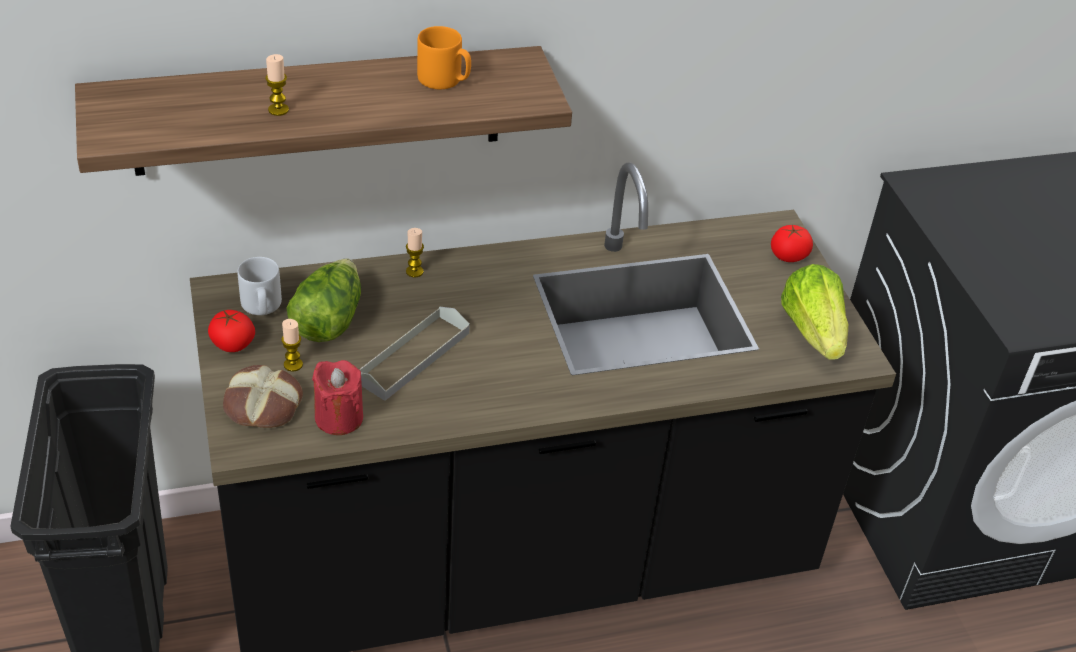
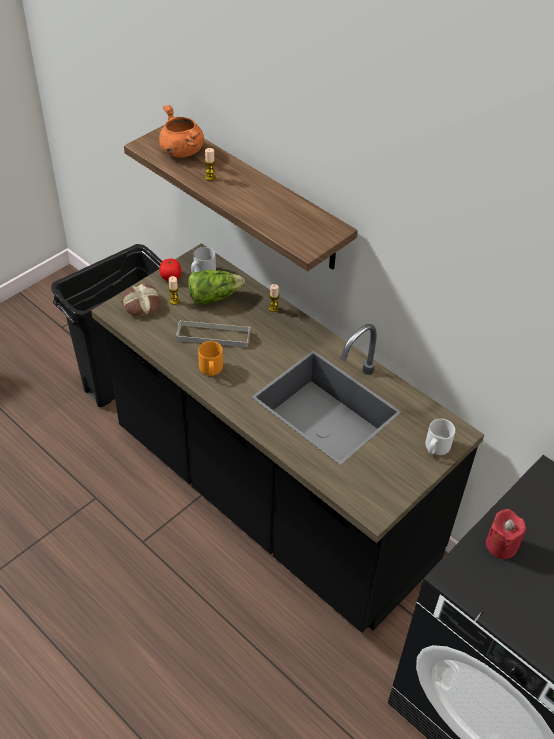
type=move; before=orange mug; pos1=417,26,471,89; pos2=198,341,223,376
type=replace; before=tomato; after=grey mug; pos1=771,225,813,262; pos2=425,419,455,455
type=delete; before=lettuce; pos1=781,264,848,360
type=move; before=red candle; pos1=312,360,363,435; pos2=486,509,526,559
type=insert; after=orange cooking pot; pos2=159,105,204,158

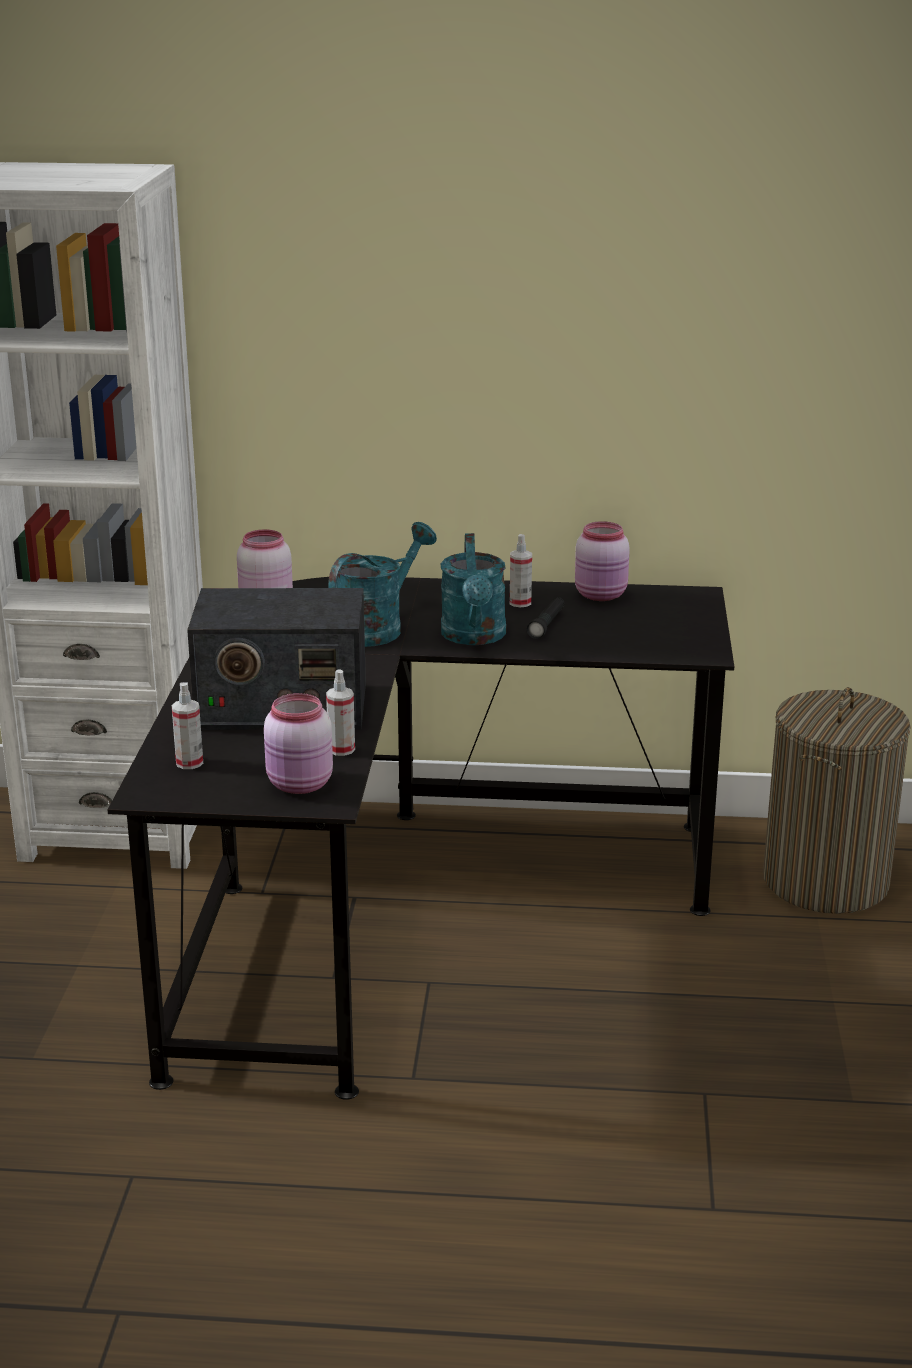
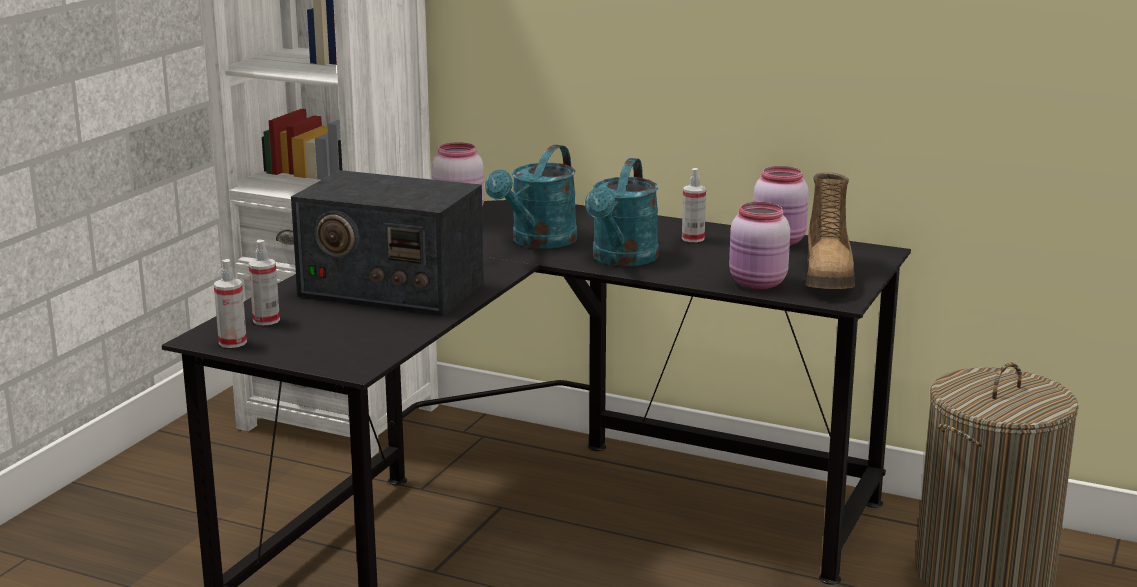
type=rotate; before=turquoise watering can; pos1=328,522,437,647; pos2=485,145,577,249; turn=150
type=delete; before=black flashlight; pos1=527,597,565,639
type=move; before=spray bottle; pos1=326,669,355,756; pos2=214,259,247,348
type=move; before=pink jar; pos1=264,693,333,794; pos2=729,202,790,289
type=insert; after=boot; pos2=805,172,855,289

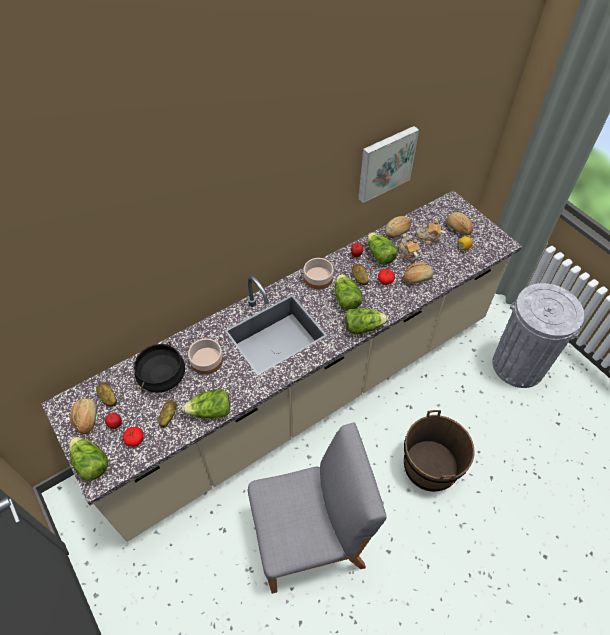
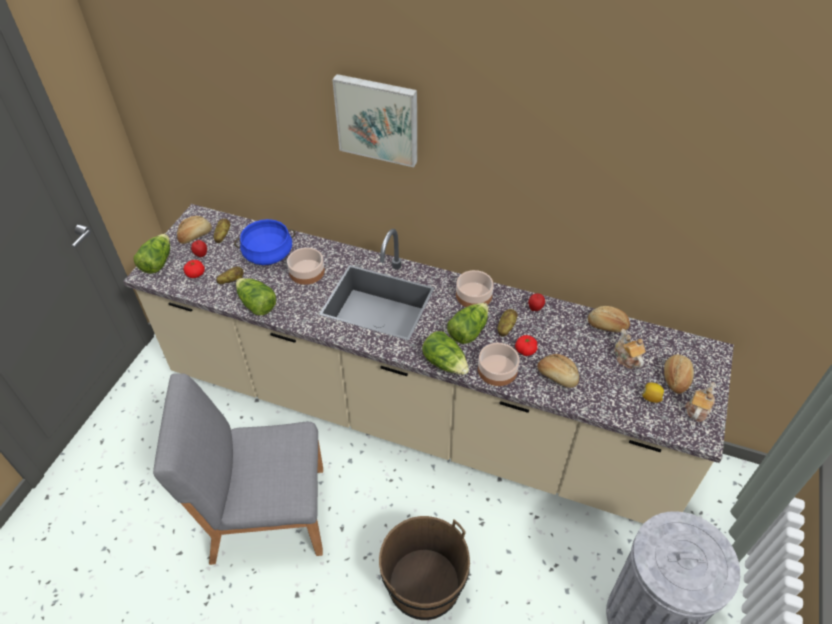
type=move; before=picture; pos1=358,126,419,203; pos2=332,74,417,167
type=delete; before=lettuce; pos1=368,233,398,265
type=move; before=teapot; pos1=399,233,420,262; pos2=685,382,716,422
type=recolor; before=black cooking pot; after=blue cooking pot; pos1=134,342,185,393; pos2=234,219,296,265
type=rotate; before=grey chair; pos1=248,423,387,594; pos2=153,374,323,565; turn=135
type=insert; after=bowl; pos2=478,343,520,386

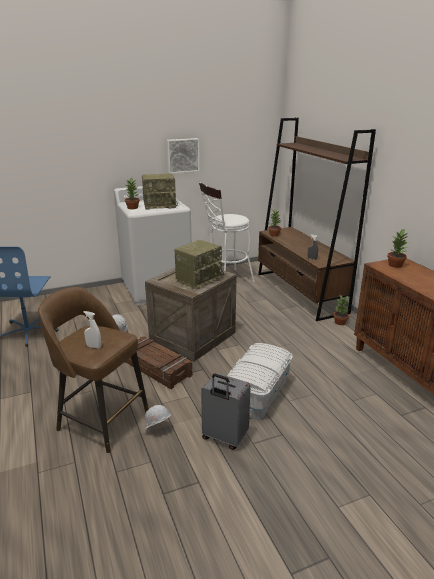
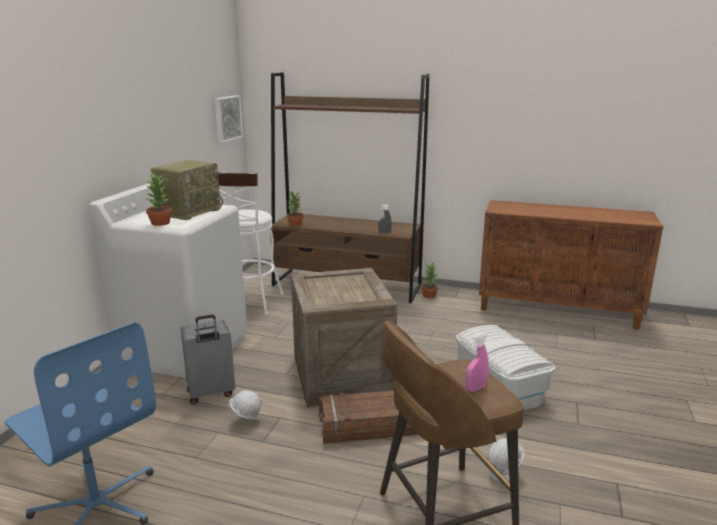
type=move; before=picture; pos1=167,138,199,174; pos2=214,95,243,143
type=delete; before=potted plant; pos1=387,228,409,268
type=delete; before=radio; pos1=174,240,224,289
type=recolor; before=white spray bottle; after=pink spray bottle; pos1=83,311,101,348; pos2=466,333,489,392
type=move; before=grey suitcase; pos1=201,373,251,450; pos2=181,314,235,405

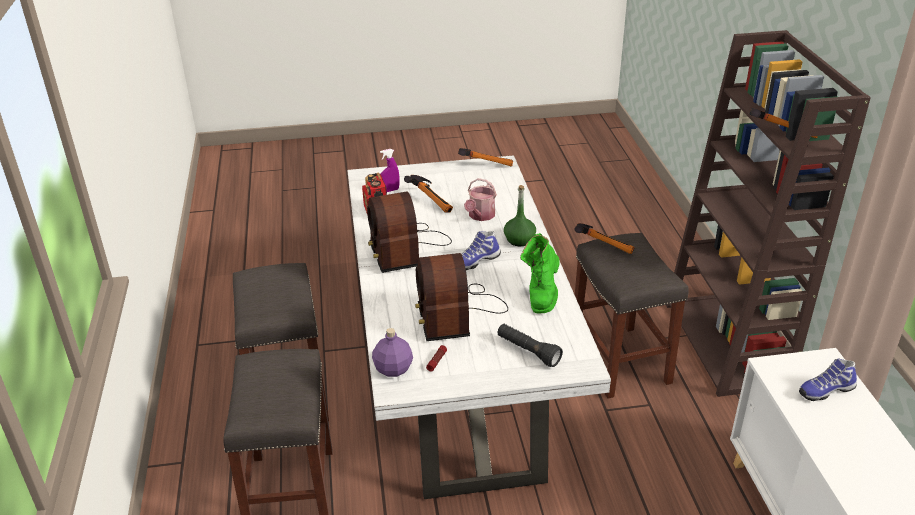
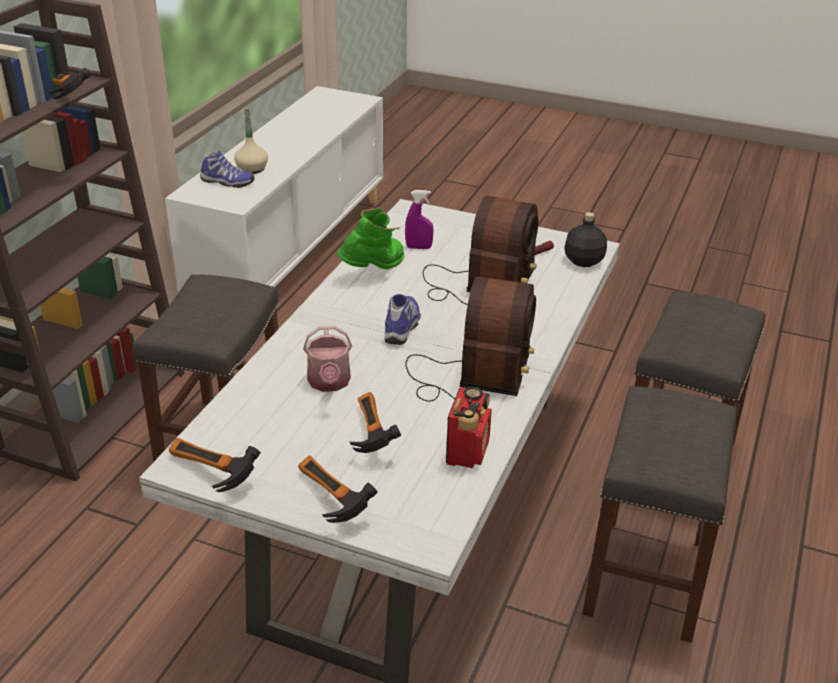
type=move; before=purple spray bottle; pos1=380,149,399,192; pos2=405,190,434,249
type=rotate; before=watering can; pos1=464,178,497,221; pos2=303,326,352,392; turn=120
type=delete; before=green bottle; pos1=504,185,536,246
type=move; before=hammer; pos1=574,223,635,254; pos2=298,456,378,523
type=rotate; before=shoe; pos1=461,231,501,270; pos2=385,294,421,345; turn=-75
type=delete; before=black flashlight; pos1=498,324,563,367
type=recolor; before=purple bottle; after=black bottle; pos1=372,328,413,377; pos2=564,212,607,267
type=insert; after=beige bottle; pos2=234,108,268,174

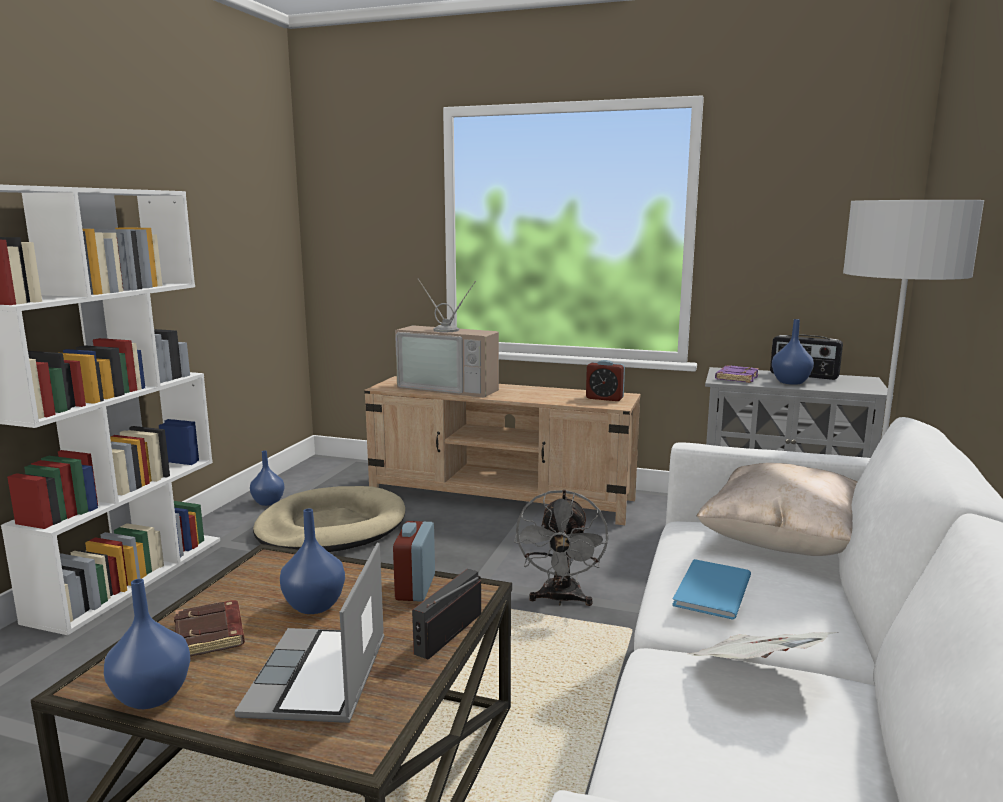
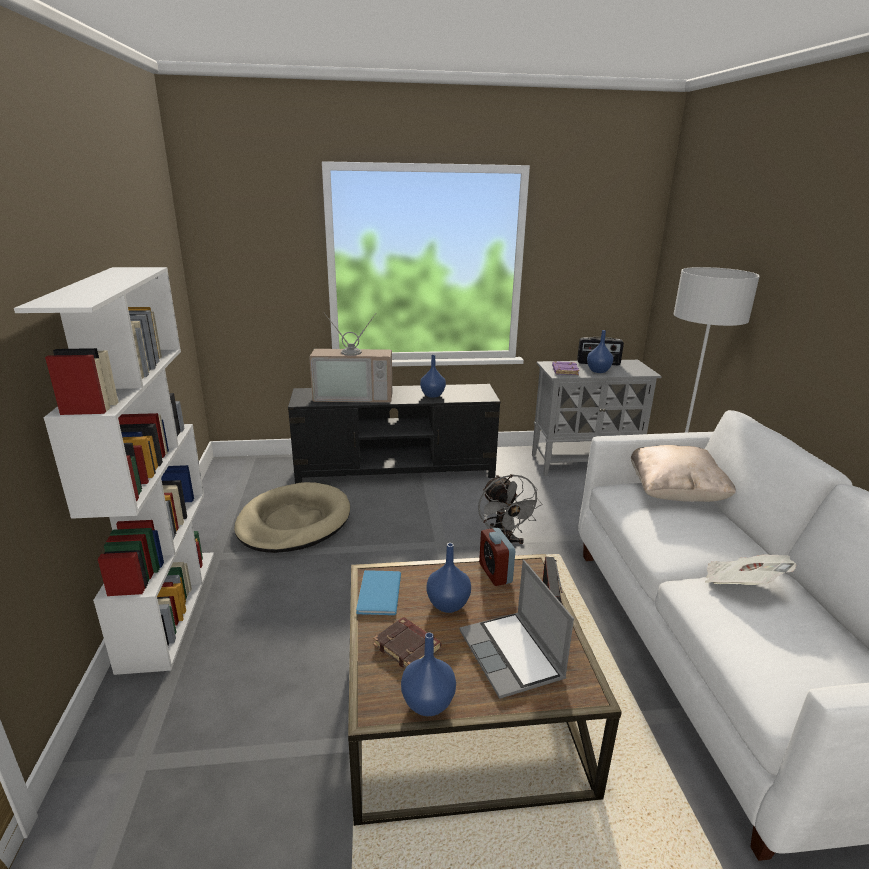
type=delete; before=alarm clock; pos1=586,360,625,401
type=recolor; before=beige tv stand; after=black tv stand; pos1=364,376,640,525; pos2=288,384,500,484
type=move; before=blue vase; pos1=250,451,284,506; pos2=420,355,446,398
type=move; before=blue book; pos1=672,559,751,620; pos2=356,570,401,615

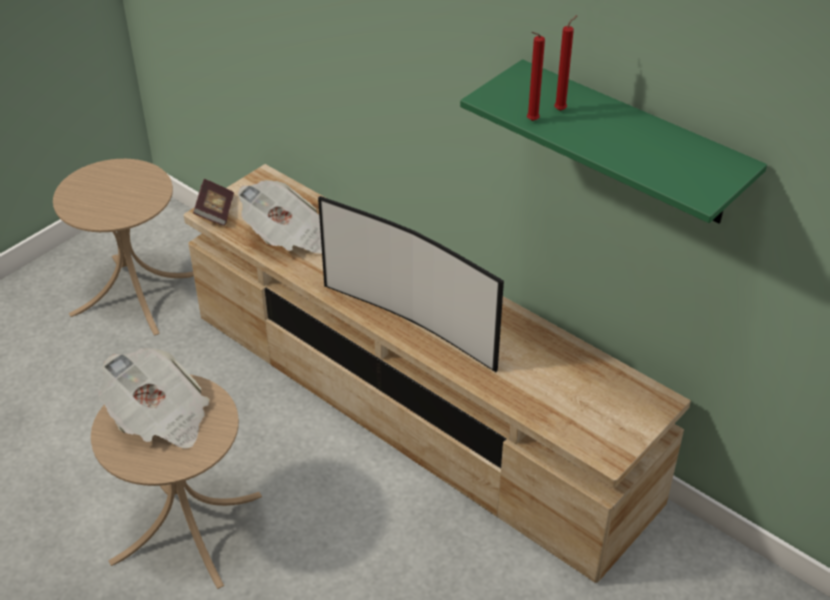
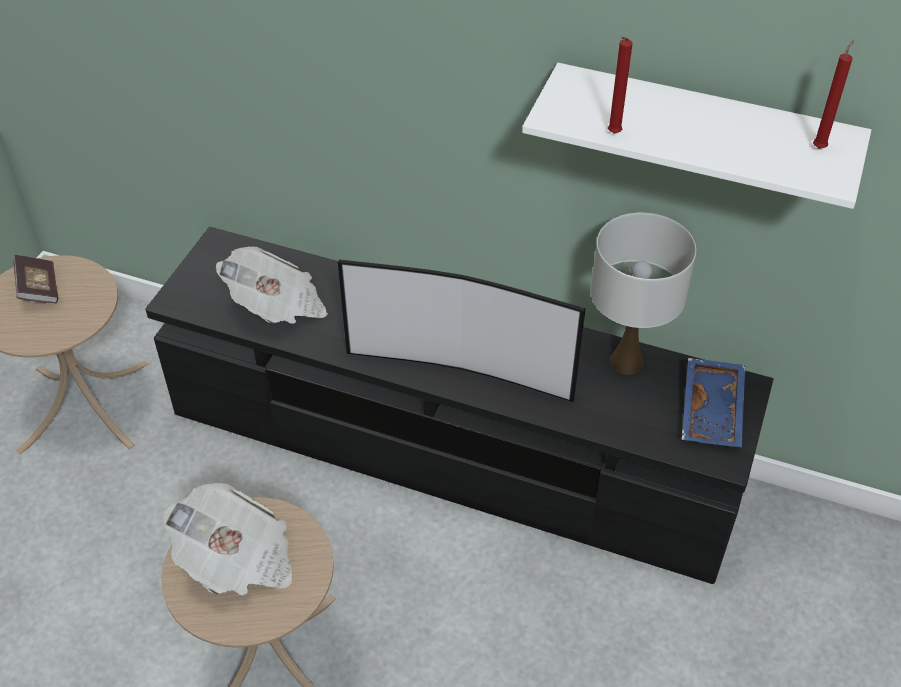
type=move; before=red candle; pos1=554,15,578,111; pos2=813,40,854,149
type=recolor; before=green shelf; after=white shelf; pos1=460,59,767,223; pos2=522,63,871,209
type=recolor; before=beige tv stand; after=black tv stand; pos1=184,164,691,583; pos2=146,227,774,584
type=move; before=book; pos1=193,179,234,226; pos2=13,255,58,303
type=insert; after=white table lamp; pos2=591,213,696,375
type=insert; after=blue tray; pos2=682,358,746,447

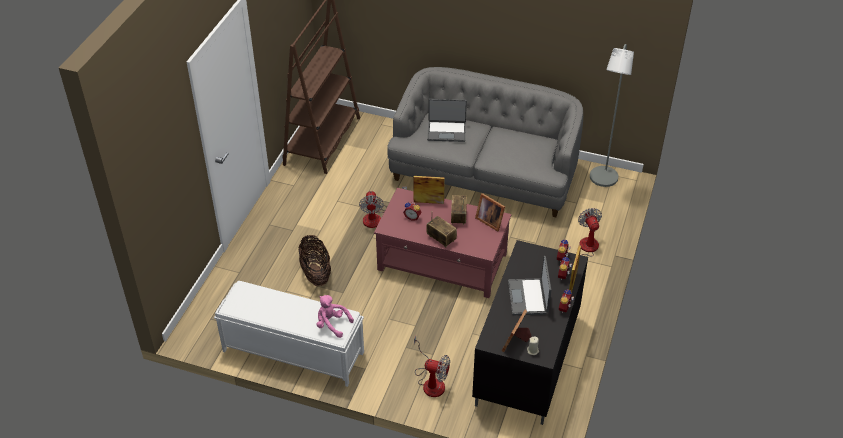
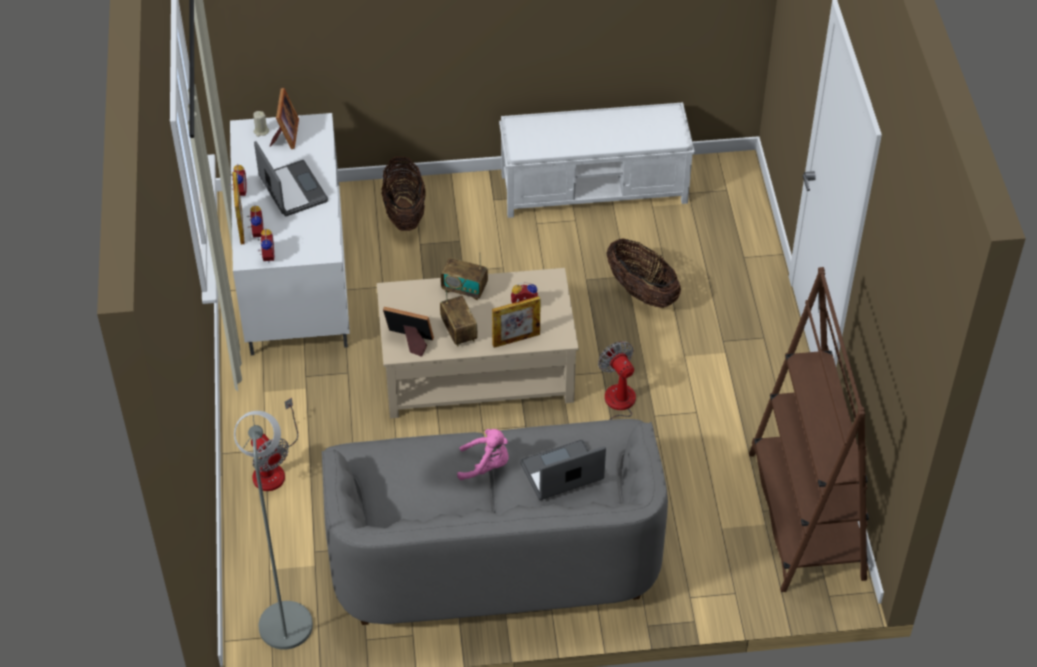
type=recolor; before=red coffee table; after=beige coffee table; pos1=374,188,512,298; pos2=377,268,579,418
type=recolor; before=black tv stand; after=white tv stand; pos1=472,240,588,425; pos2=230,113,350,355
type=move; before=pink plush toy; pos1=316,295,354,338; pos2=457,429,509,480
type=replace; before=fan; after=basket; pos1=414,336,450,397; pos2=381,157,426,231

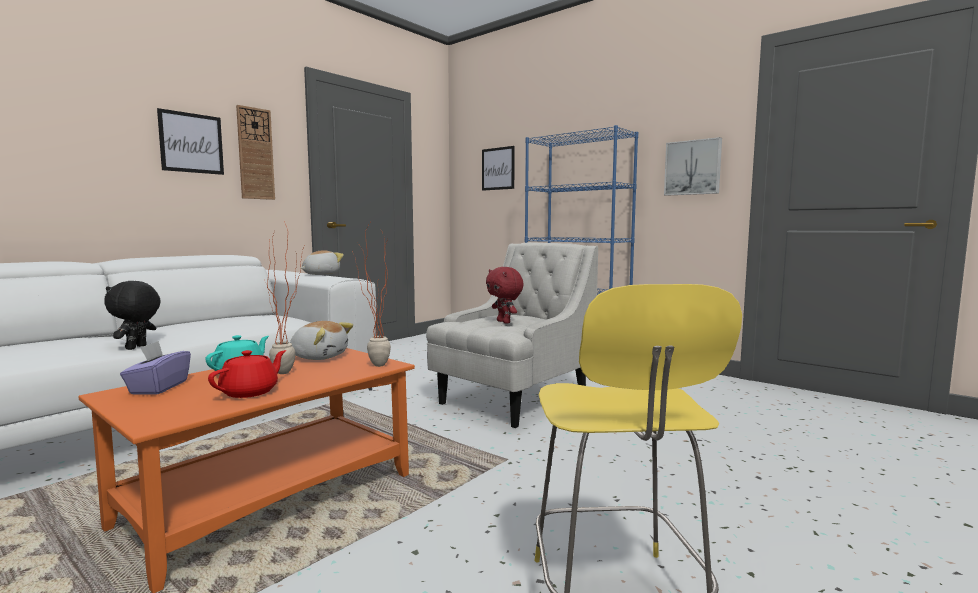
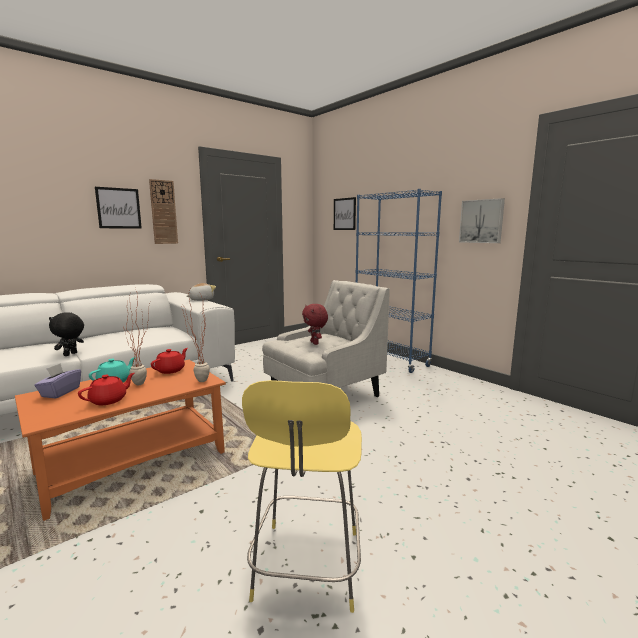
type=replace; before=plush toy; after=red teapot; pos1=290,321,353,360; pos2=151,348,188,374

